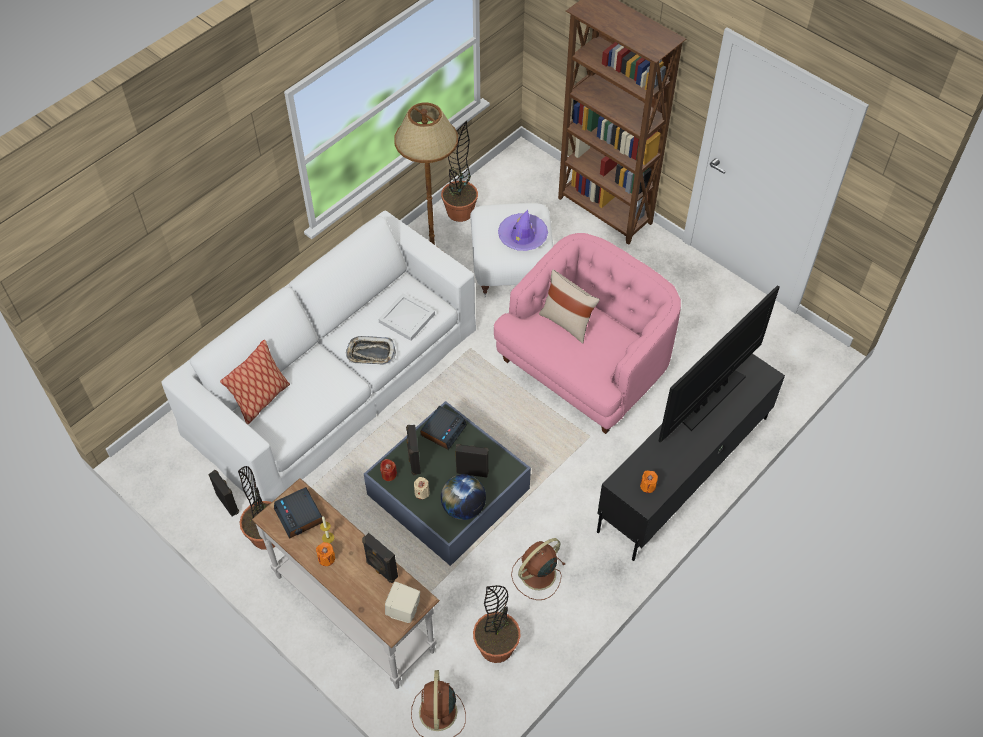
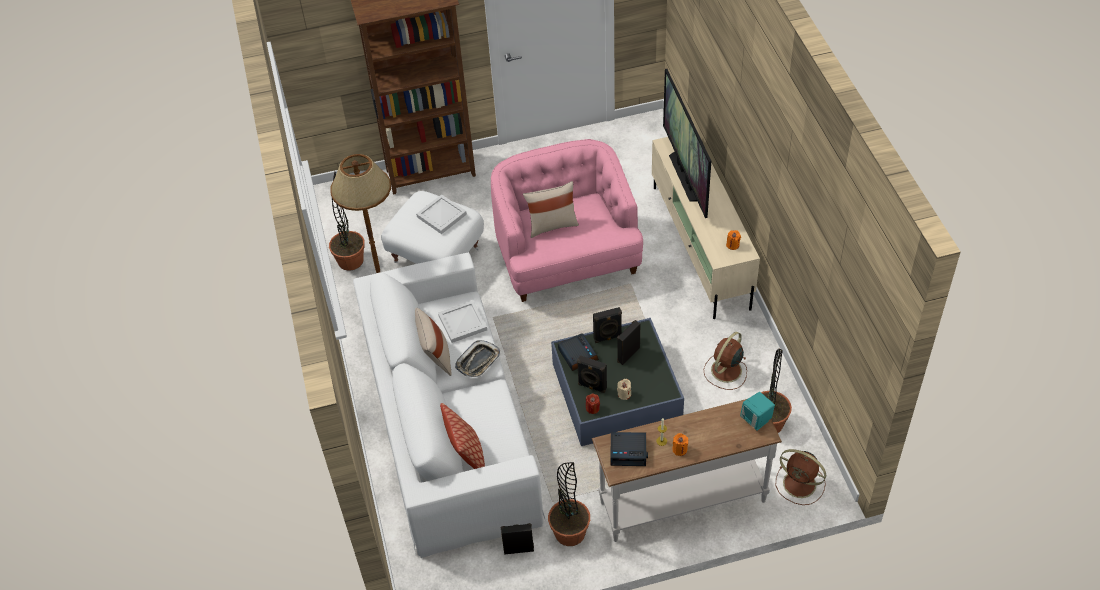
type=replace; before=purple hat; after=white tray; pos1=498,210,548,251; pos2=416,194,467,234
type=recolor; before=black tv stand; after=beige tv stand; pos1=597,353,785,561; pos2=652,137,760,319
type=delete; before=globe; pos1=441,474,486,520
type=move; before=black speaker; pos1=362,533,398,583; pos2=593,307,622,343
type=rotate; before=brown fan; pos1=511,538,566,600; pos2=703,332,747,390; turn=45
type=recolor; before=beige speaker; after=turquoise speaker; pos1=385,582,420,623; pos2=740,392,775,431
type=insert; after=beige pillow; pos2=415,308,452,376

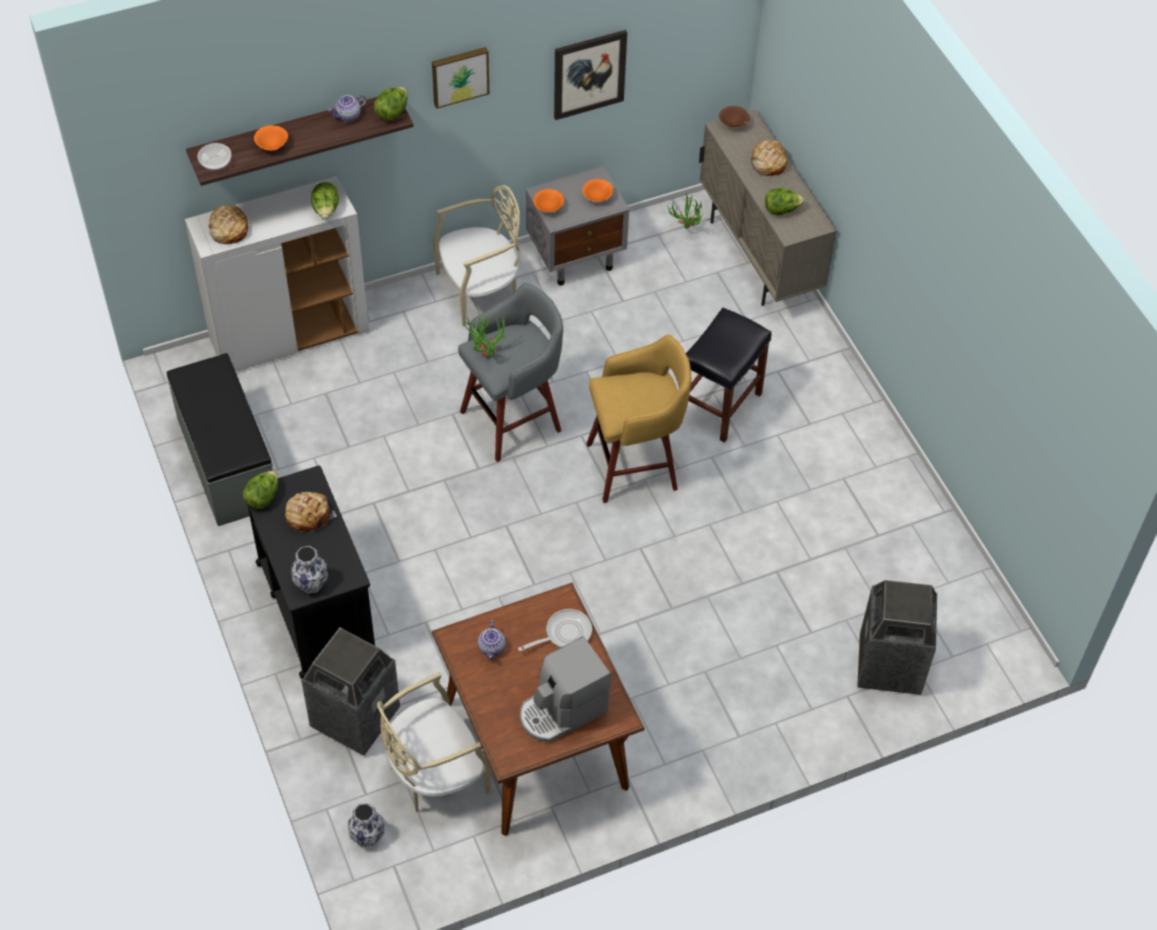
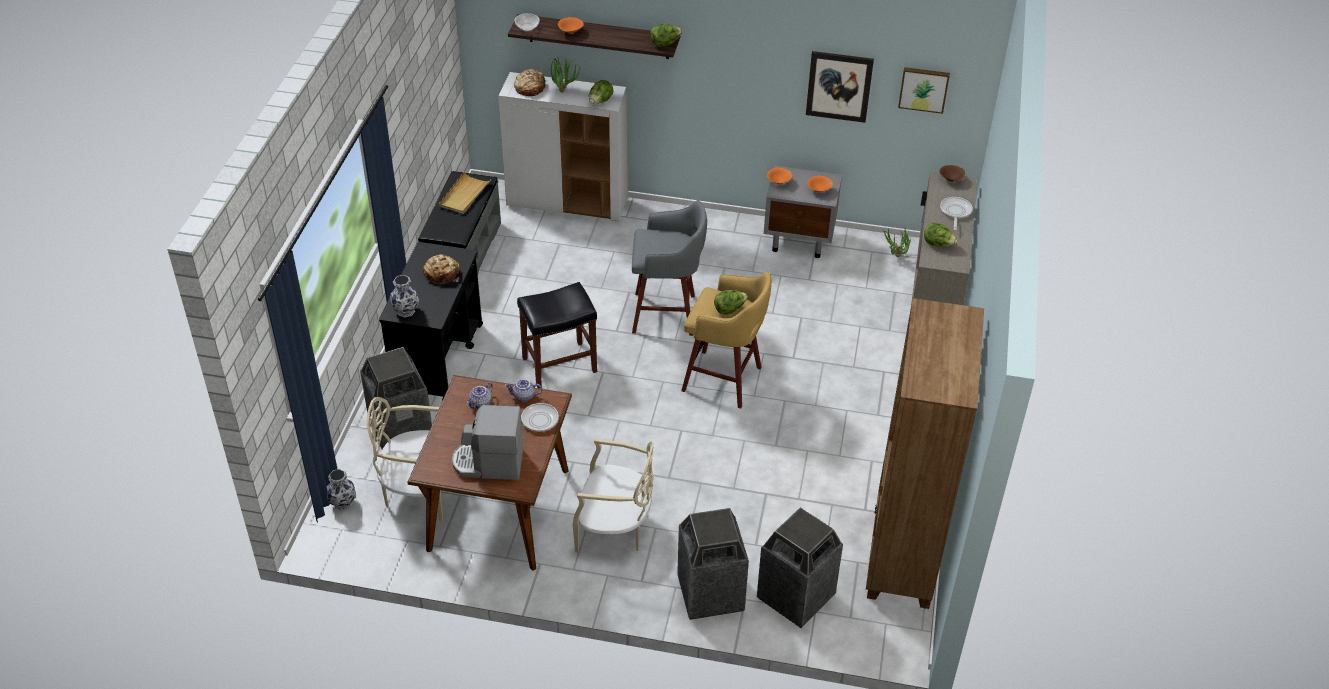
type=move; before=picture; pos1=432,47,489,109; pos2=898,67,950,114
type=move; before=teapot; pos1=328,94,366,122; pos2=505,379,542,402
type=replace; before=bread; after=frying pan; pos1=750,140,788,176; pos2=940,197,973,230
type=move; before=beige chair; pos1=433,185,520,327; pos2=573,438,654,552
type=move; before=black stool; pos1=686,308,772,443; pos2=517,282,597,388
type=move; before=potted plant; pos1=462,311,505,358; pos2=551,55,581,93
type=move; before=lettuce; pos1=243,470,278,509; pos2=714,290,748,315
type=insert; after=beige tray; pos2=439,172,491,214
type=insert; after=brown bookcase; pos2=866,298,984,609
type=insert; after=trash can; pos2=677,508,749,620

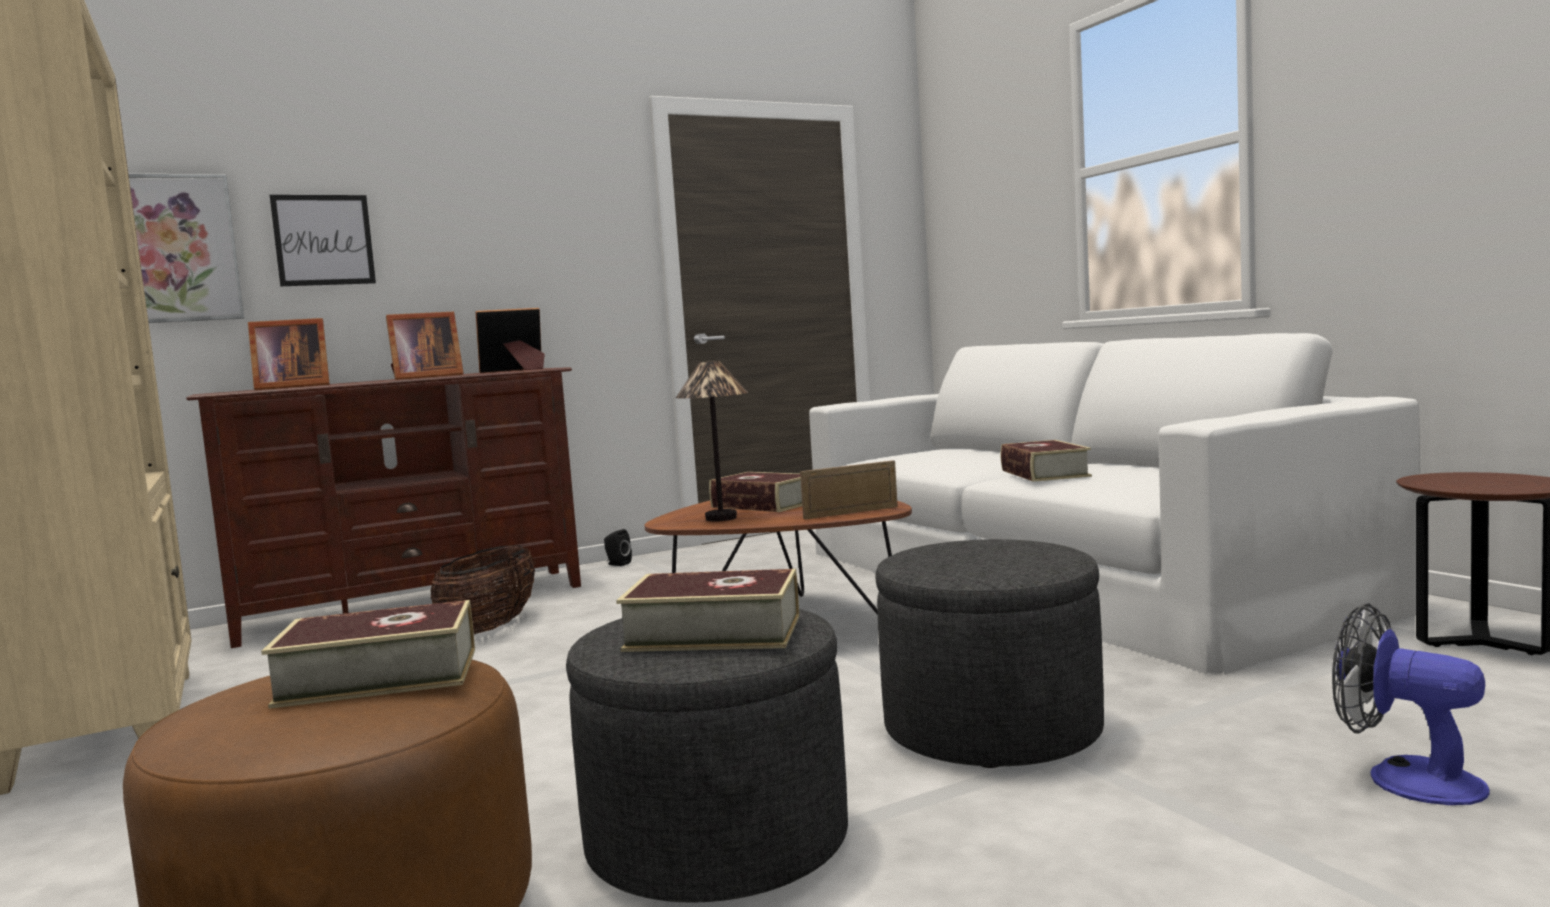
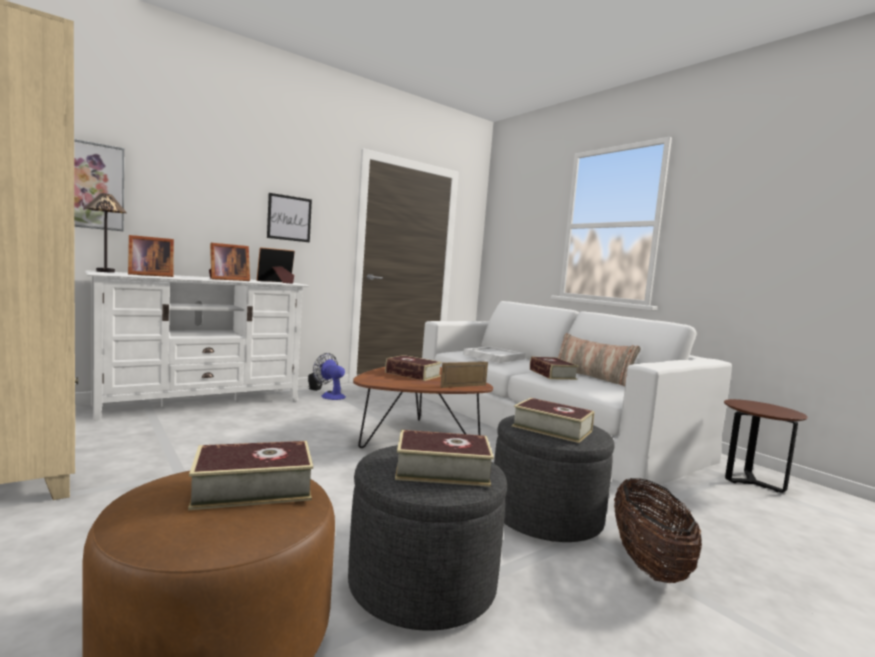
type=move; before=picture; pos1=270,195,376,286; pos2=267,193,312,242
type=move; before=table lamp; pos1=676,361,748,521; pos2=85,193,127,273
type=recolor; before=brown tv stand; after=white tv stand; pos1=186,367,581,648; pos2=85,270,309,421
type=move; before=basket; pos1=431,545,535,634; pos2=614,478,702,583
type=move; before=fan; pos1=1332,603,1490,805; pos2=313,353,346,400
type=insert; after=pillow; pos2=558,333,641,386
type=insert; after=white tray; pos2=463,346,525,363
type=insert; after=book; pos2=512,398,594,443

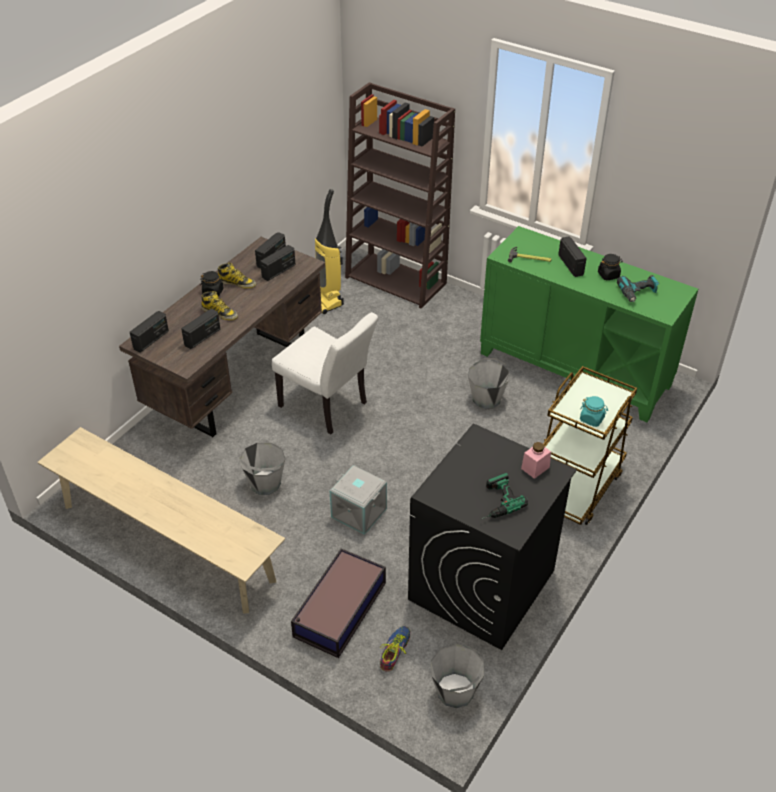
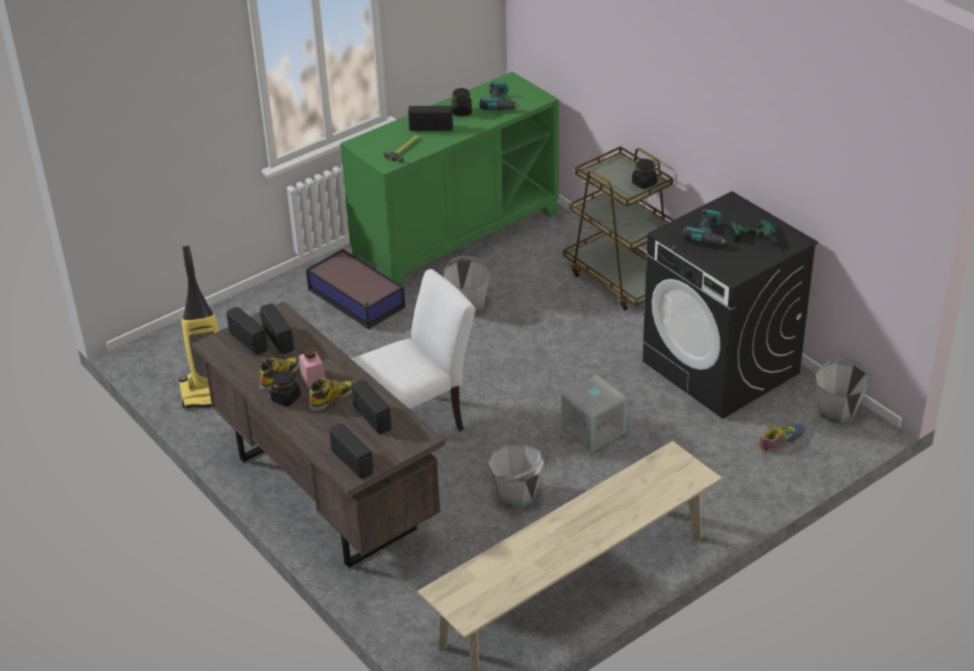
type=delete; before=brown bookcase; pos1=345,82,455,309
type=recolor; before=turquoise jar; after=black jar; pos1=580,396,608,427; pos2=632,159,658,189
type=move; before=pink jar; pos1=521,442,551,479; pos2=299,349,325,388
type=move; before=storage box; pos1=291,548,386,658; pos2=306,249,405,329
type=rotate; before=shoe; pos1=380,626,410,672; pos2=759,424,805,452; turn=105
type=insert; after=power drill; pos2=682,209,727,245

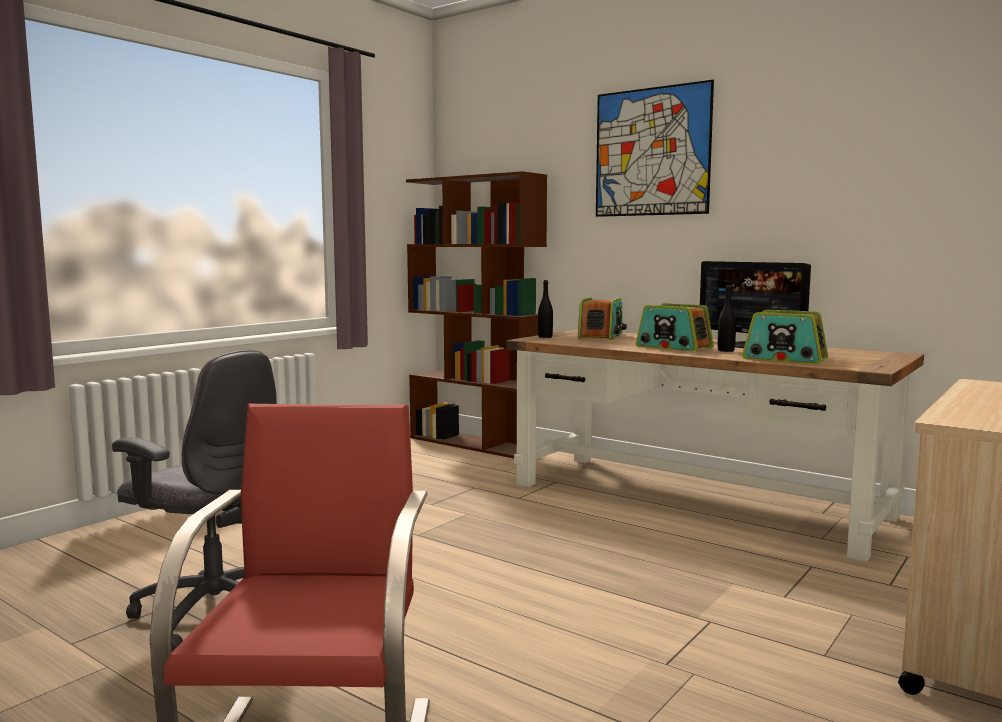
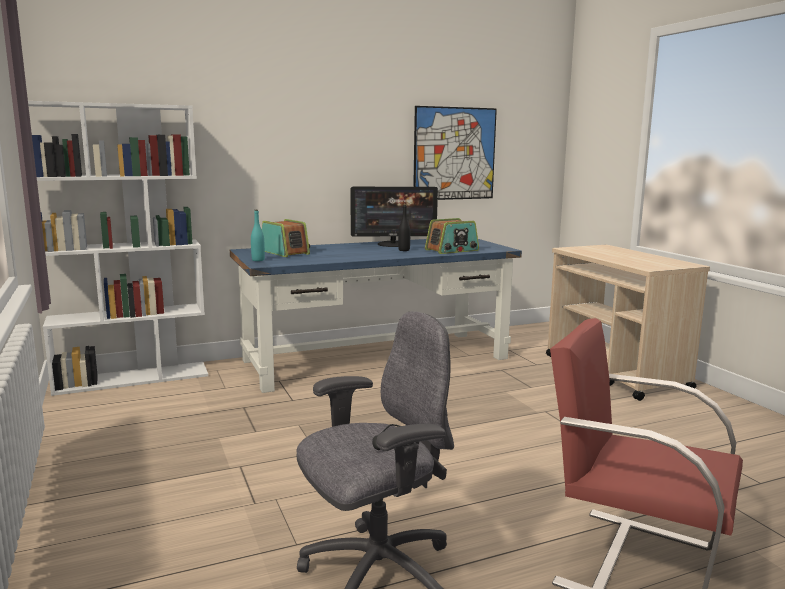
type=move; before=picture; pos1=596,80,714,217; pos2=413,106,497,200
type=recolor; before=brown bookcase; after=white bookcase; pos1=406,171,547,459; pos2=28,101,208,396
type=recolor; before=black bottle; after=turquoise bottle; pos1=538,280,553,338; pos2=251,210,265,261
type=delete; before=radio; pos1=636,303,714,352
type=recolor; before=brown desk; after=blue desk; pos1=506,329,924,562; pos2=230,239,522,393

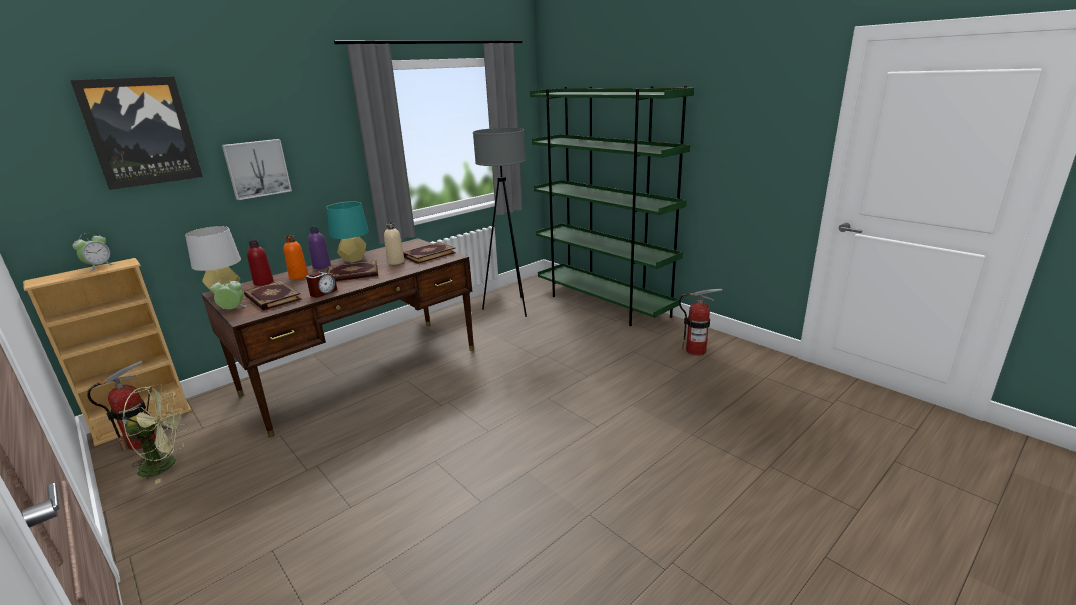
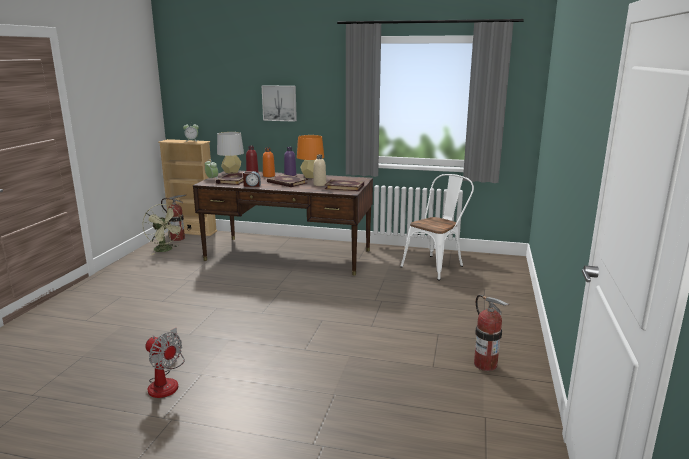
type=delete; before=picture; pos1=70,76,203,190
type=delete; before=green bookcase; pos1=530,86,694,326
type=replace; before=grey floor lamp; after=white chair; pos1=473,128,527,317; pos2=401,174,474,280
type=recolor; before=turquoise table lamp; after=orange table lamp; pos1=326,201,369,262; pos2=297,135,324,178
type=insert; after=fan; pos2=145,328,185,398

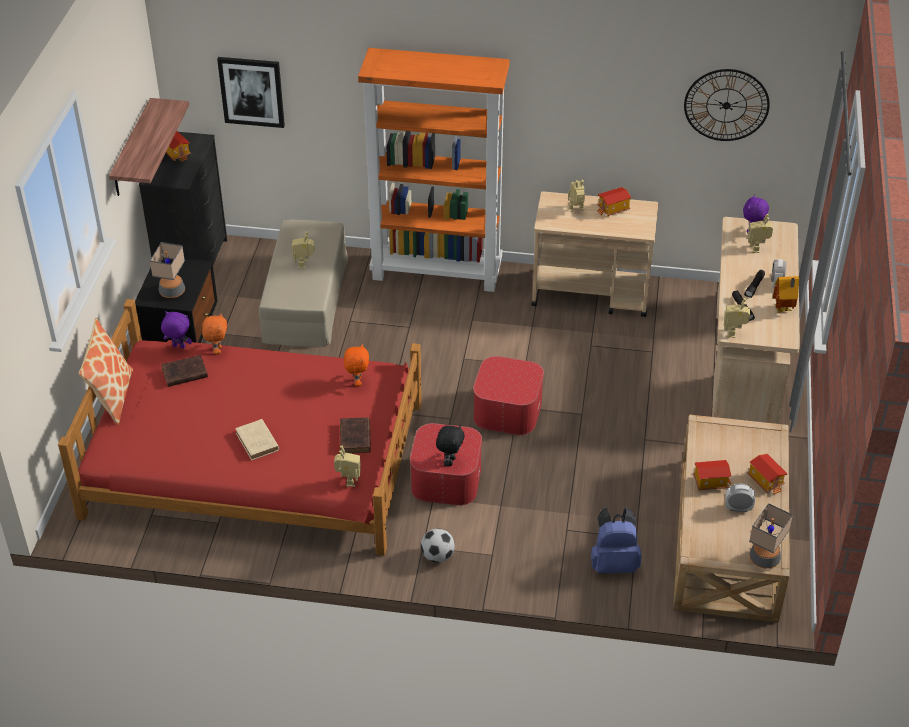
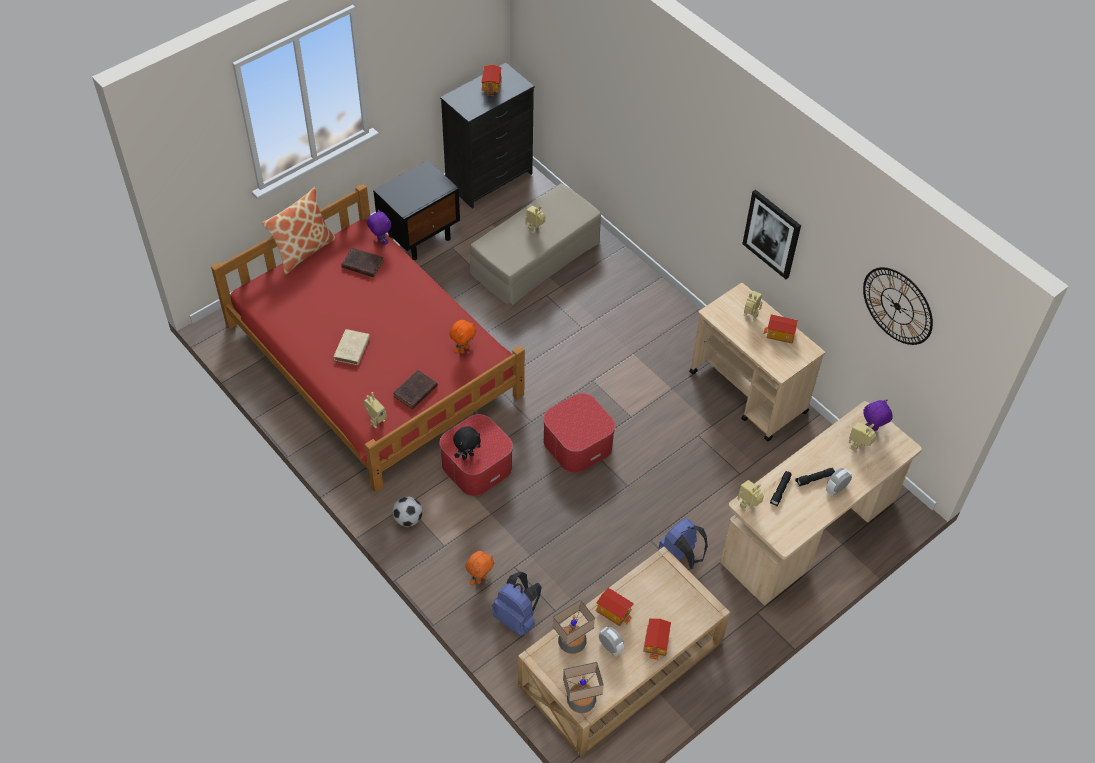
type=delete; before=orange bookcase; pos1=358,48,509,292
type=move; before=picture; pos1=217,57,285,128; pos2=742,190,801,279
type=delete; before=shelf; pos1=109,98,189,196
type=move; before=table lamp; pos1=150,242,185,298; pos2=553,599,595,654
type=delete; before=toy house; pos1=773,276,799,313
type=move; before=orange plush toy; pos1=202,313,227,355; pos2=465,551,494,585
type=insert; after=blue backpack; pos2=658,519,708,570

